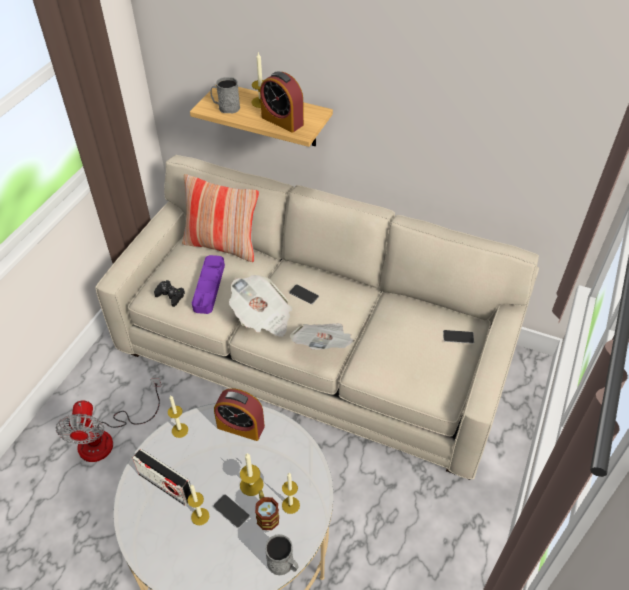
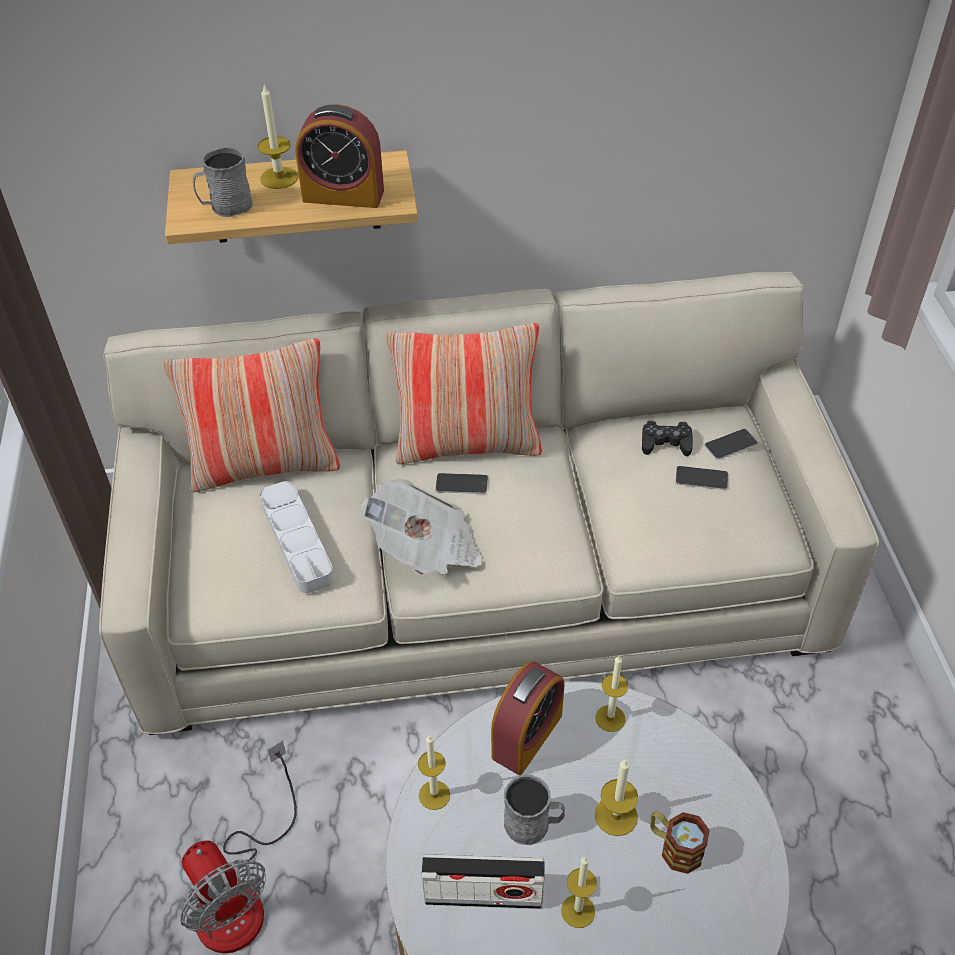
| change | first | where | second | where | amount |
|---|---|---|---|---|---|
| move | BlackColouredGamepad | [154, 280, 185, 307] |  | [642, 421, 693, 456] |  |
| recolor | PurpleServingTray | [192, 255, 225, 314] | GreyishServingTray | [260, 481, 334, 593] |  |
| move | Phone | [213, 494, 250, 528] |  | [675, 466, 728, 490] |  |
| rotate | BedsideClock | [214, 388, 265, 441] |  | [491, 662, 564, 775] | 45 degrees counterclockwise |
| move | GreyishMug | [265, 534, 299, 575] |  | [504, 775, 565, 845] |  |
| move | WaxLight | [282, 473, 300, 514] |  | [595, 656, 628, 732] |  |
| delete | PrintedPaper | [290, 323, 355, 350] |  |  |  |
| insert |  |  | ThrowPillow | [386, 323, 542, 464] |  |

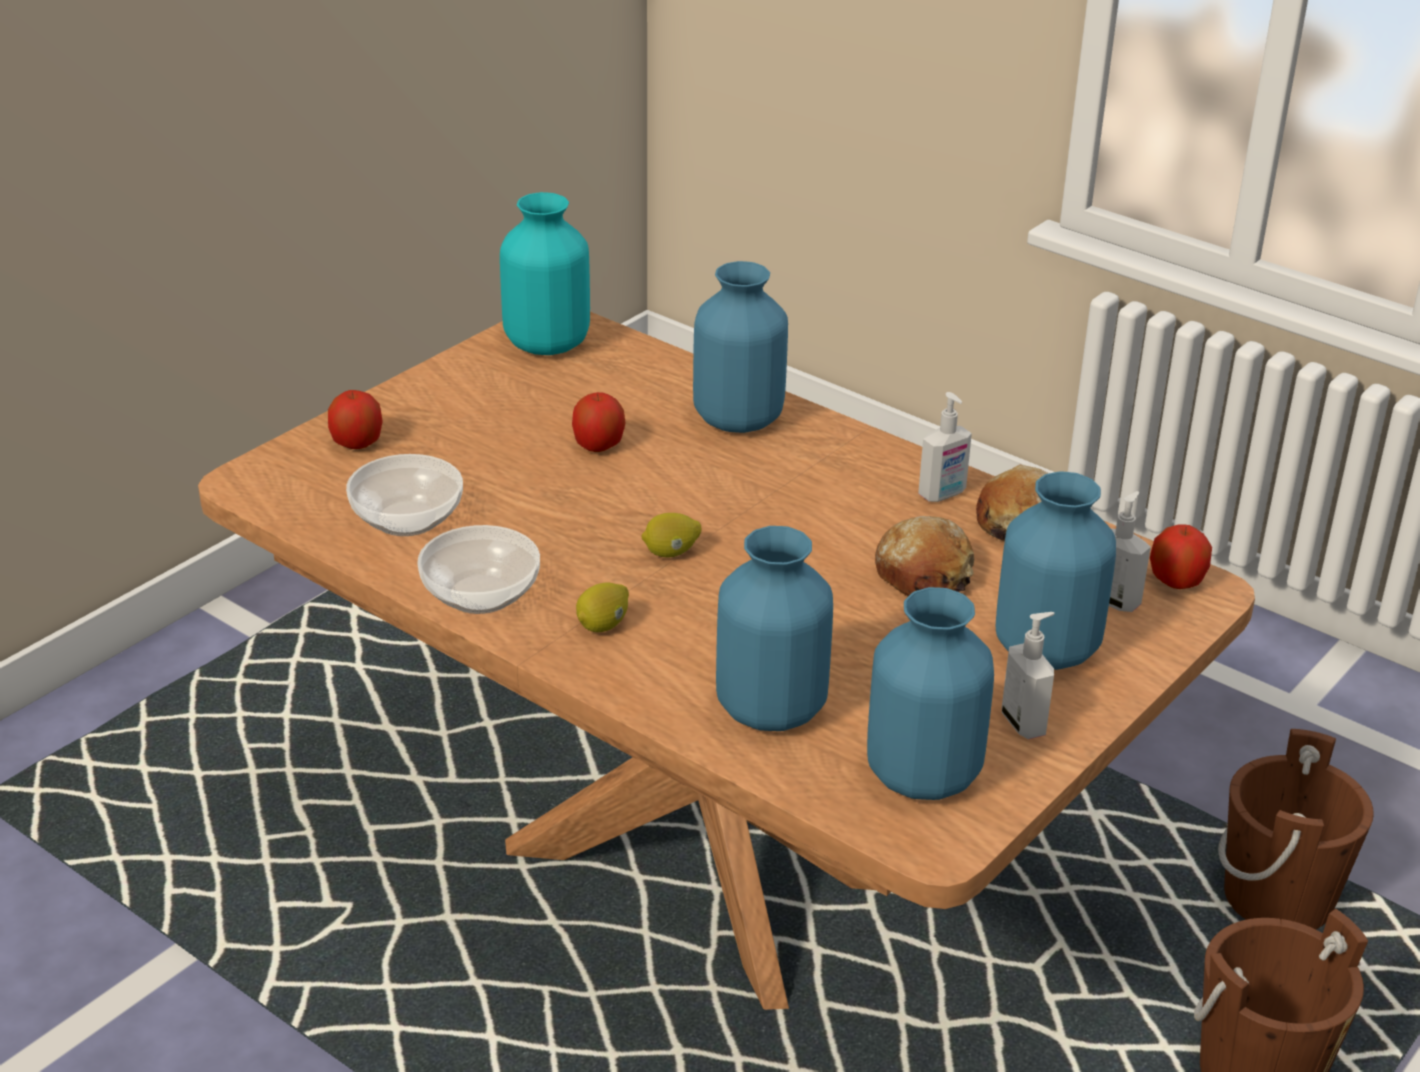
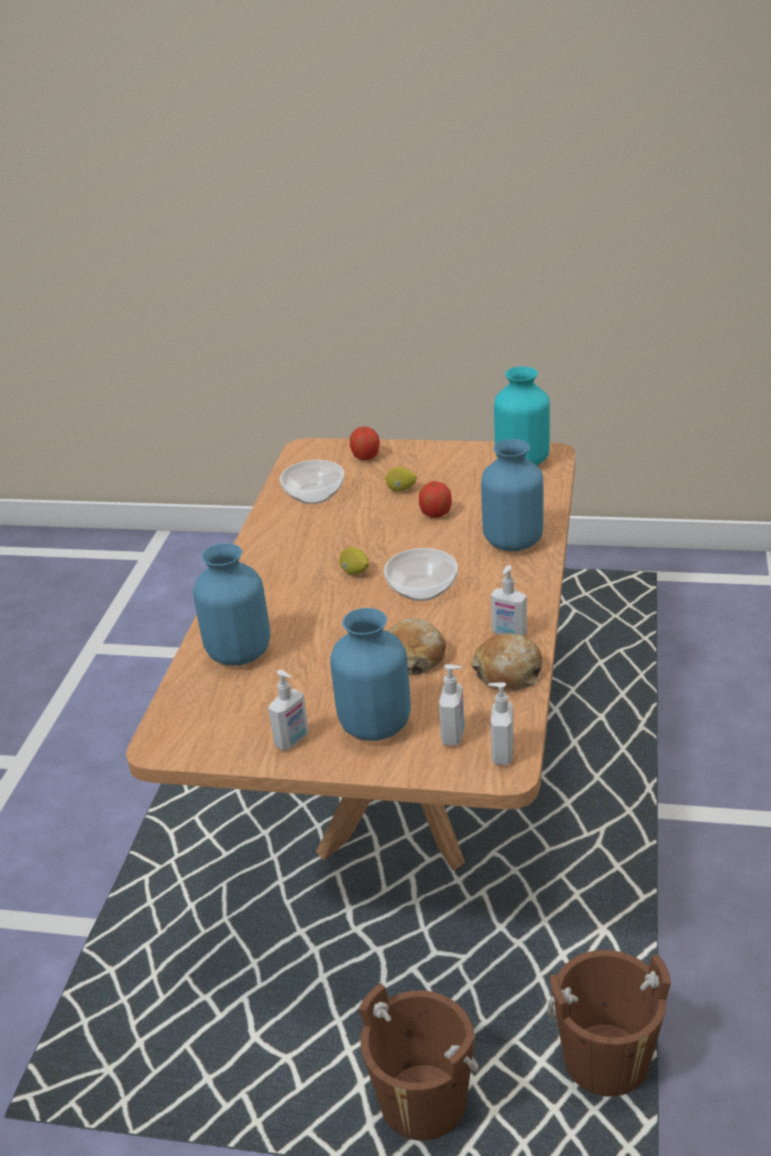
| change | first | where | second | where | amount |
|---|---|---|---|---|---|
| move | Bowl | [417, 525, 540, 614] |  | [384, 548, 458, 601] |  |
| move | WholeLemon | [576, 582, 629, 632] |  | [385, 467, 417, 492] |  |
| delete | BlueFlowerVase | [867, 587, 994, 800] |  |  |  |
| replace | Apple | [1150, 524, 1212, 589] | LiquidSoapBottle | [488, 682, 514, 765] |  |

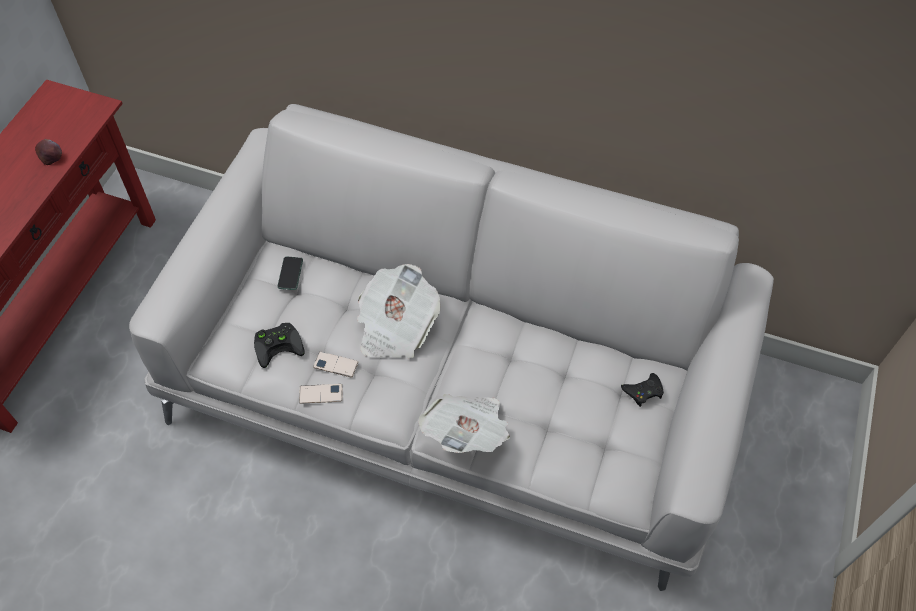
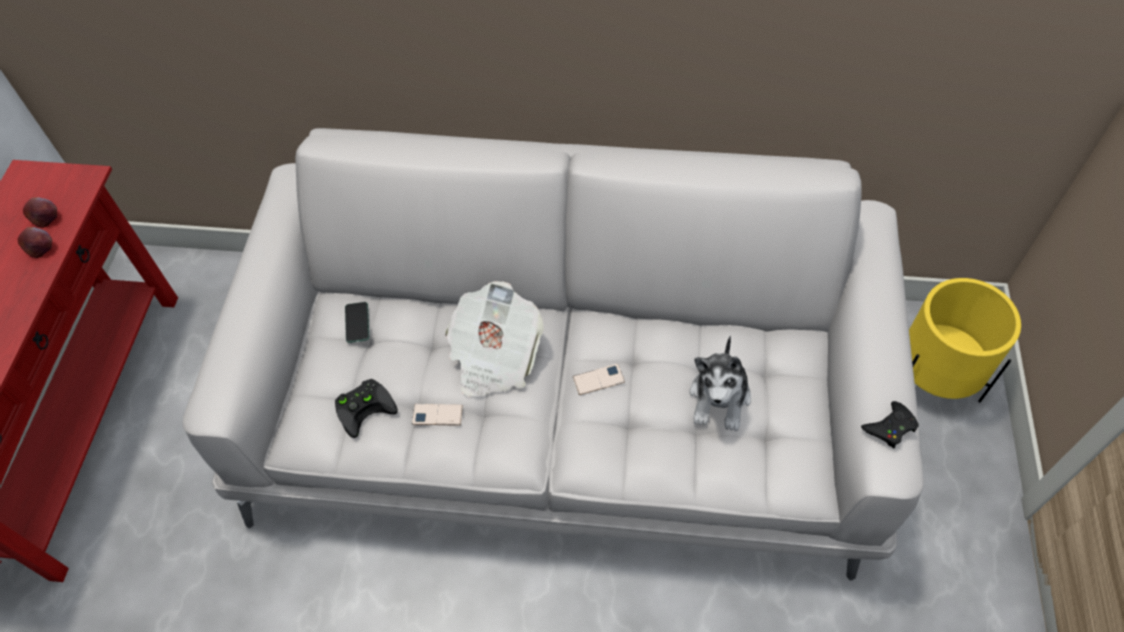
| change | first | where | second | where | amount |
|---|---|---|---|---|---|
| move | Phone | [299, 384, 342, 404] |  | [573, 364, 625, 395] |  |
| delete | PrintedPaper | [418, 394, 510, 453] |  |  |  |
| move | BlackColouredGamepad | [621, 373, 664, 407] |  | [861, 401, 919, 449] |  |
| insert |  |  | Apple | [23, 197, 57, 228] |  |
| insert |  |  | SoftToy | [689, 336, 751, 431] |  |
| insert |  |  | YellowColouredPlanter | [909, 278, 1021, 402] |  |

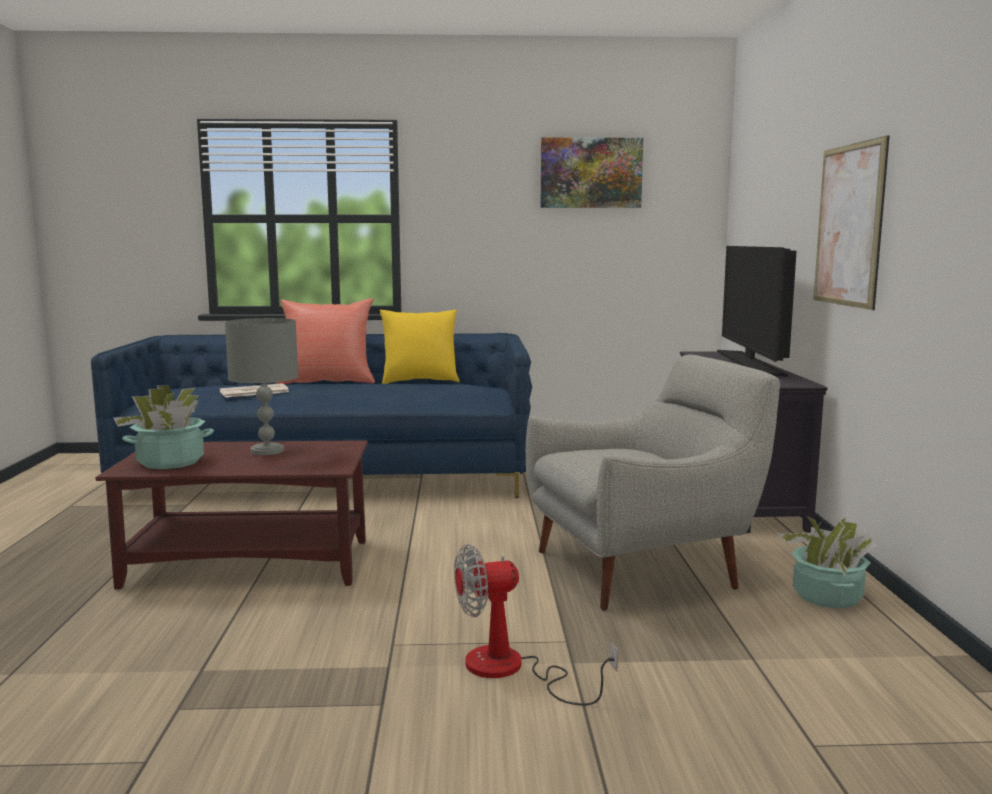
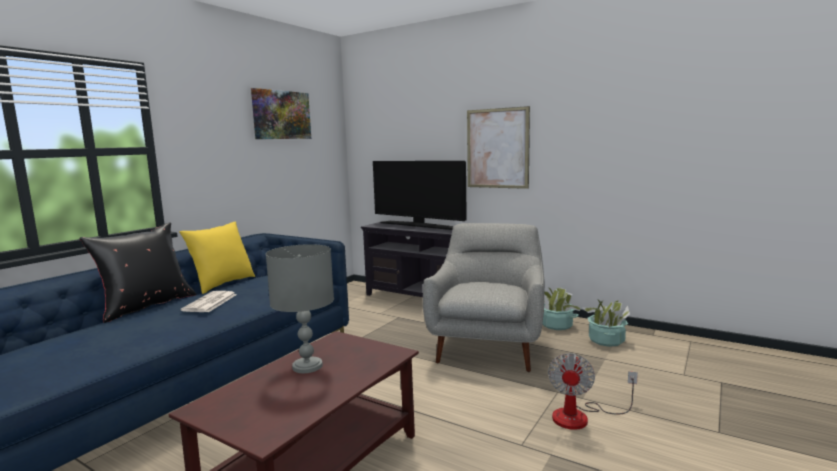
| change | first | where | second | where | amount |
|---|---|---|---|---|---|
| move | PlantInAPot | [113, 385, 214, 469] |  | [582, 299, 630, 347] |  |
| move | PrintedPaper | [220, 383, 289, 397] |  | [181, 291, 237, 312] |  |
| recolor | RedColouredThrowPillow | [275, 298, 375, 384] | BlackColouredThrowPillow | [79, 222, 196, 323] |  |

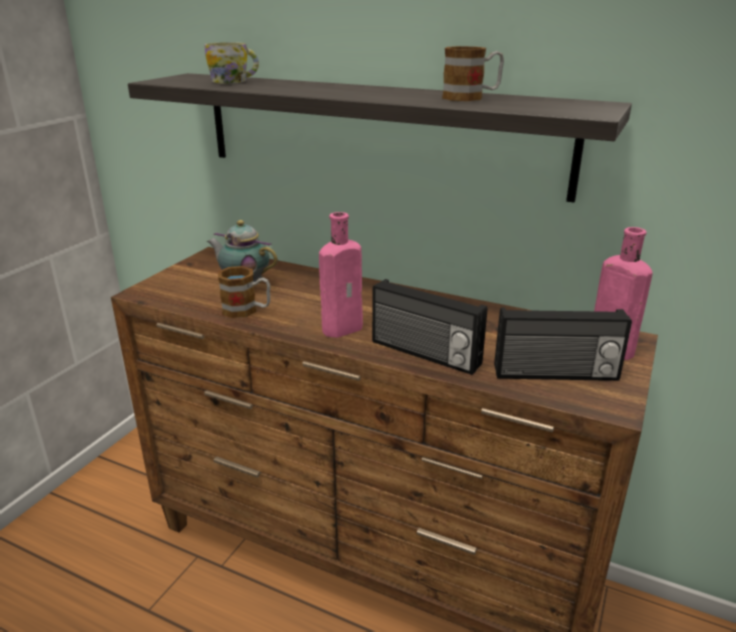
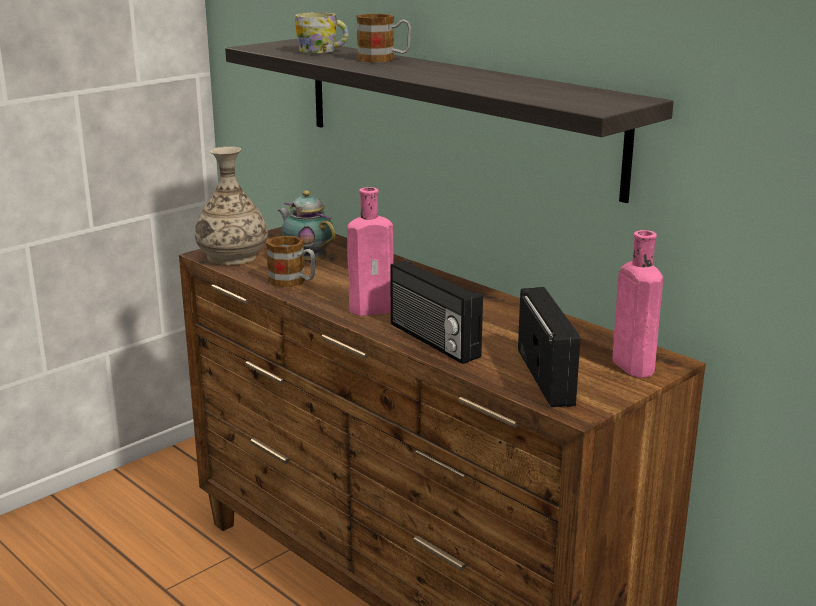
| change | first | where | second | where | amount |
|---|---|---|---|---|---|
| move | Mug | [442, 46, 504, 101] |  | [356, 14, 411, 62] |  |
| rotate | Radio | [494, 307, 632, 381] |  | [518, 287, 580, 407] | 120 degrees counterclockwise |
| insert |  |  | FlowerVase | [195, 147, 268, 265] |  |

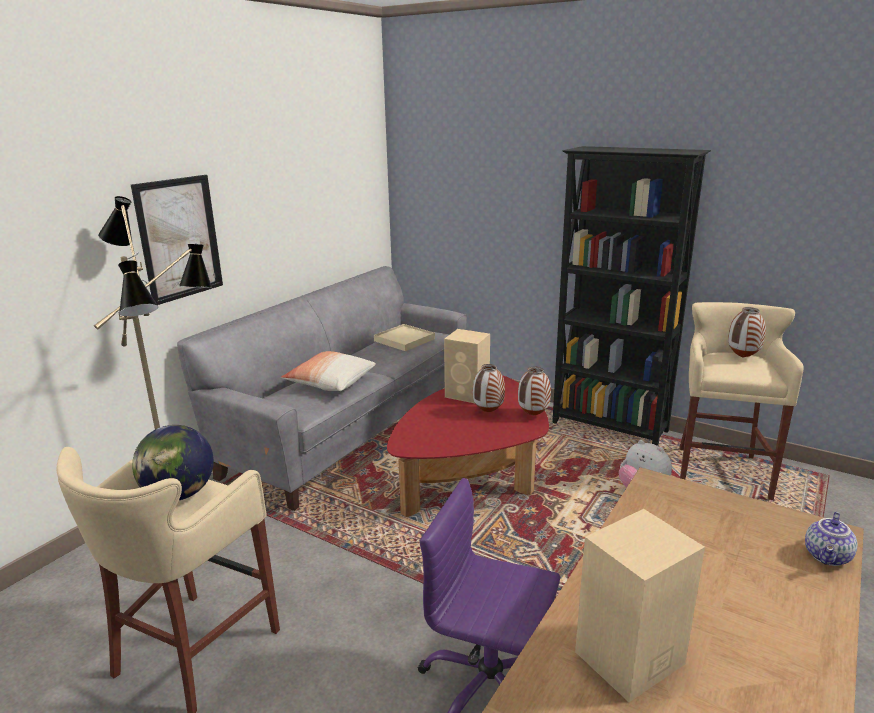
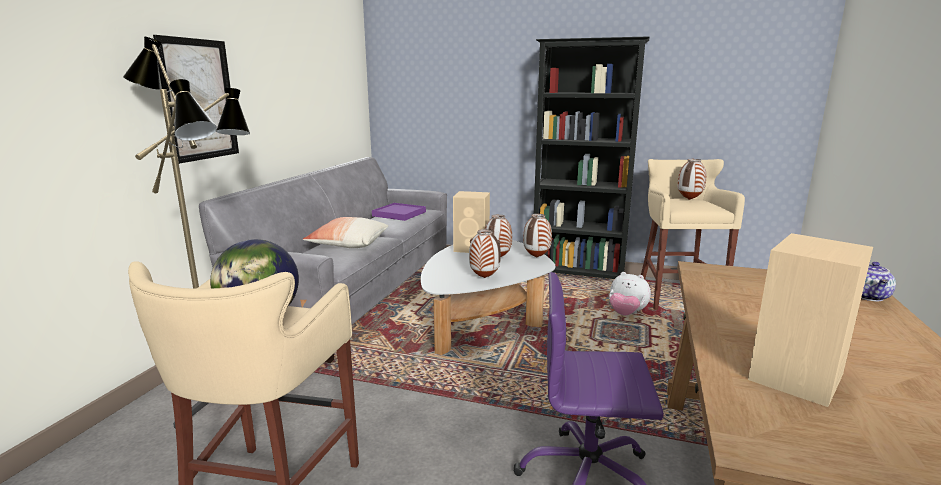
| change | first | where | second | where | amount |
|---|---|---|---|---|---|
| recolor | BeigeColouredServingTray | [374, 324, 435, 351] | PurpleServingTray | [372, 203, 426, 221] |  |
| recolor | RedColouredCoffeeTable | [387, 375, 549, 517] | WhiteColouredCoffeeTable | [421, 240, 555, 355] |  |
| insert |  |  | FlowerVase | [469, 229, 501, 278] |  |

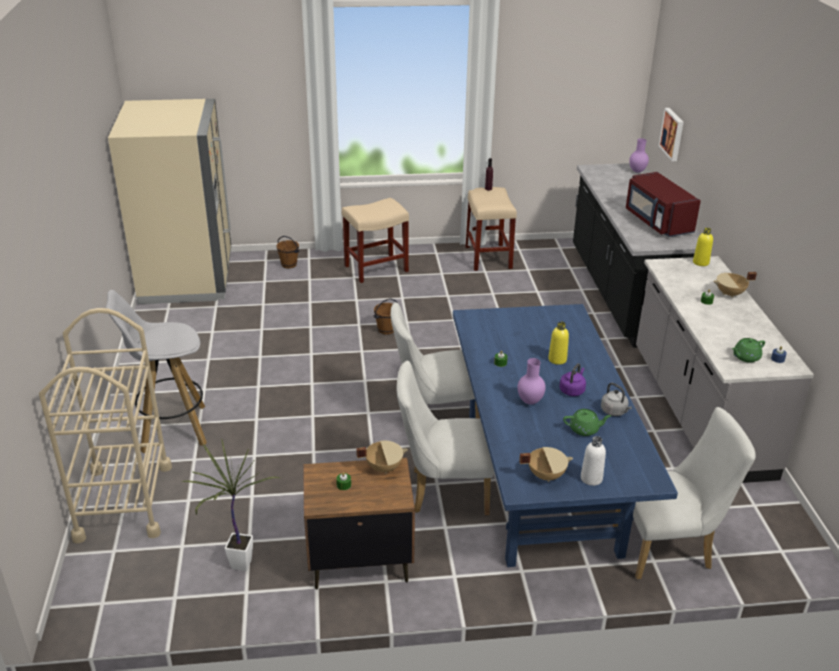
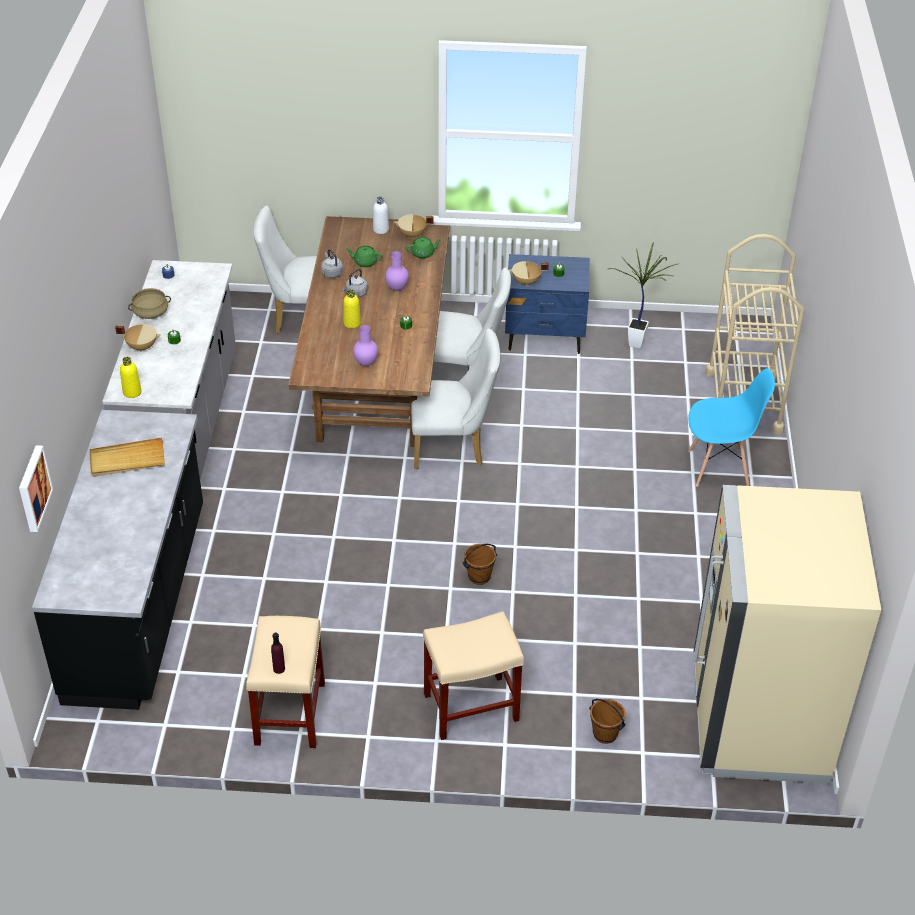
| change | first | where | second | where | amount |
|---|---|---|---|---|---|
| replace | WhiteColouredStoolSeat | [106, 290, 207, 453] | BlueChair | [688, 368, 775, 486] |  |
| recolor | BrownColouredBedsideTable | [303, 458, 415, 589] | BlueBedsideTable | [505, 254, 589, 354] |  |
| recolor | BlueDinnerTable | [453, 304, 678, 567] | BrownColouredDinnerTable | [288, 216, 450, 447] |  |
| recolor | PurpleWaterKettle | [560, 363, 586, 396] | GreyishWaterKettle | [342, 269, 368, 298] |  |
| replace | RedColouredMicrowaveOven | [626, 172, 701, 237] | BeigeColouredServingTray | [90, 437, 165, 477] |  |
| move | PurpleFlowerVase | [629, 138, 649, 173] |  | [353, 325, 378, 366] |  |
| move | GreenColouredTeapot | [732, 338, 765, 363] |  | [405, 237, 442, 259] |  |
| insert |  |  | BeigeColouredStockpot | [128, 288, 171, 319] |  |

